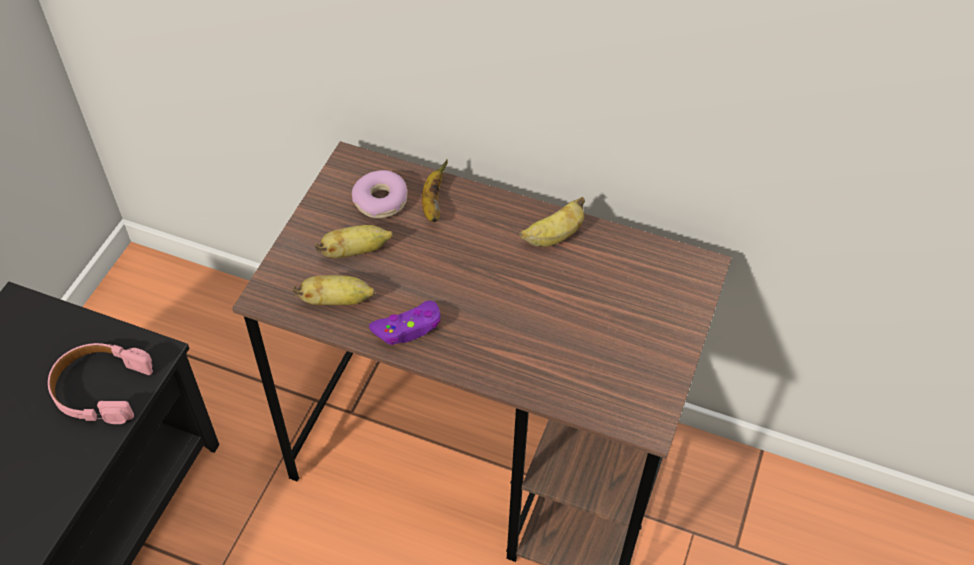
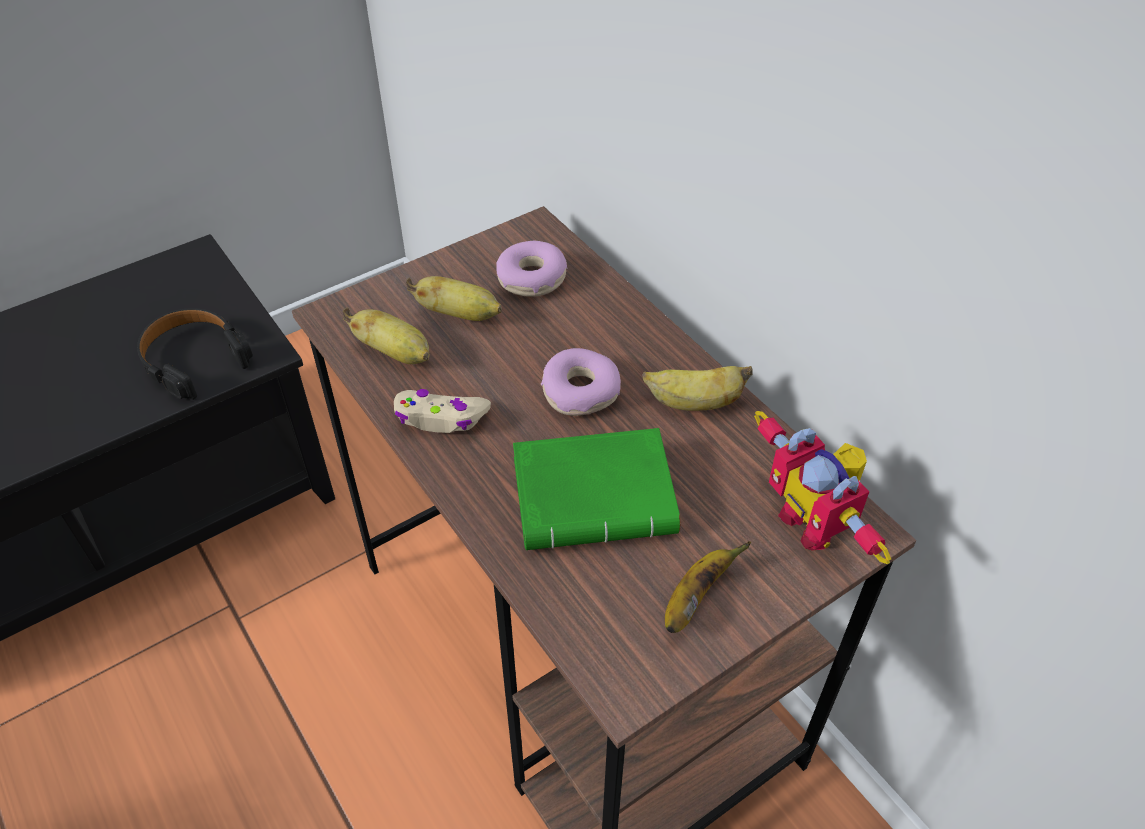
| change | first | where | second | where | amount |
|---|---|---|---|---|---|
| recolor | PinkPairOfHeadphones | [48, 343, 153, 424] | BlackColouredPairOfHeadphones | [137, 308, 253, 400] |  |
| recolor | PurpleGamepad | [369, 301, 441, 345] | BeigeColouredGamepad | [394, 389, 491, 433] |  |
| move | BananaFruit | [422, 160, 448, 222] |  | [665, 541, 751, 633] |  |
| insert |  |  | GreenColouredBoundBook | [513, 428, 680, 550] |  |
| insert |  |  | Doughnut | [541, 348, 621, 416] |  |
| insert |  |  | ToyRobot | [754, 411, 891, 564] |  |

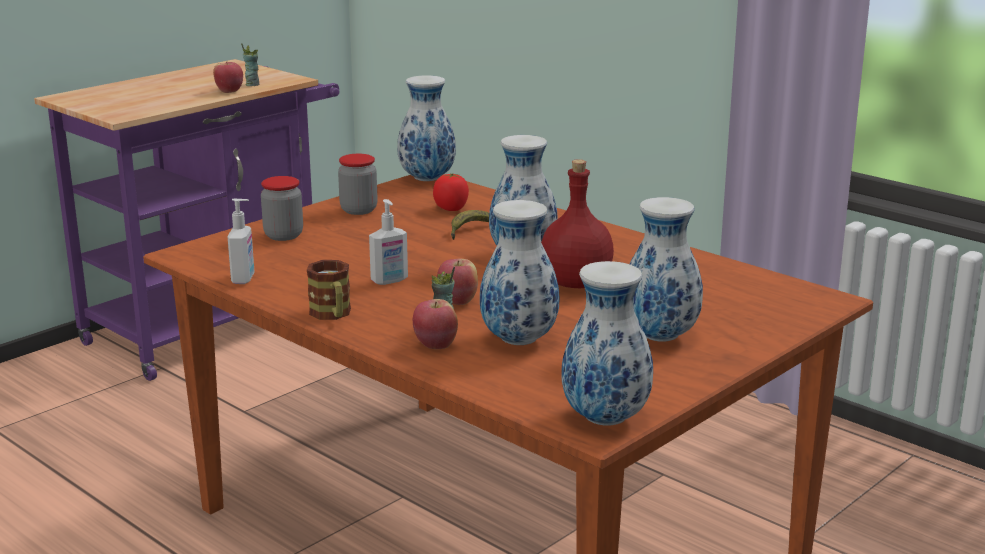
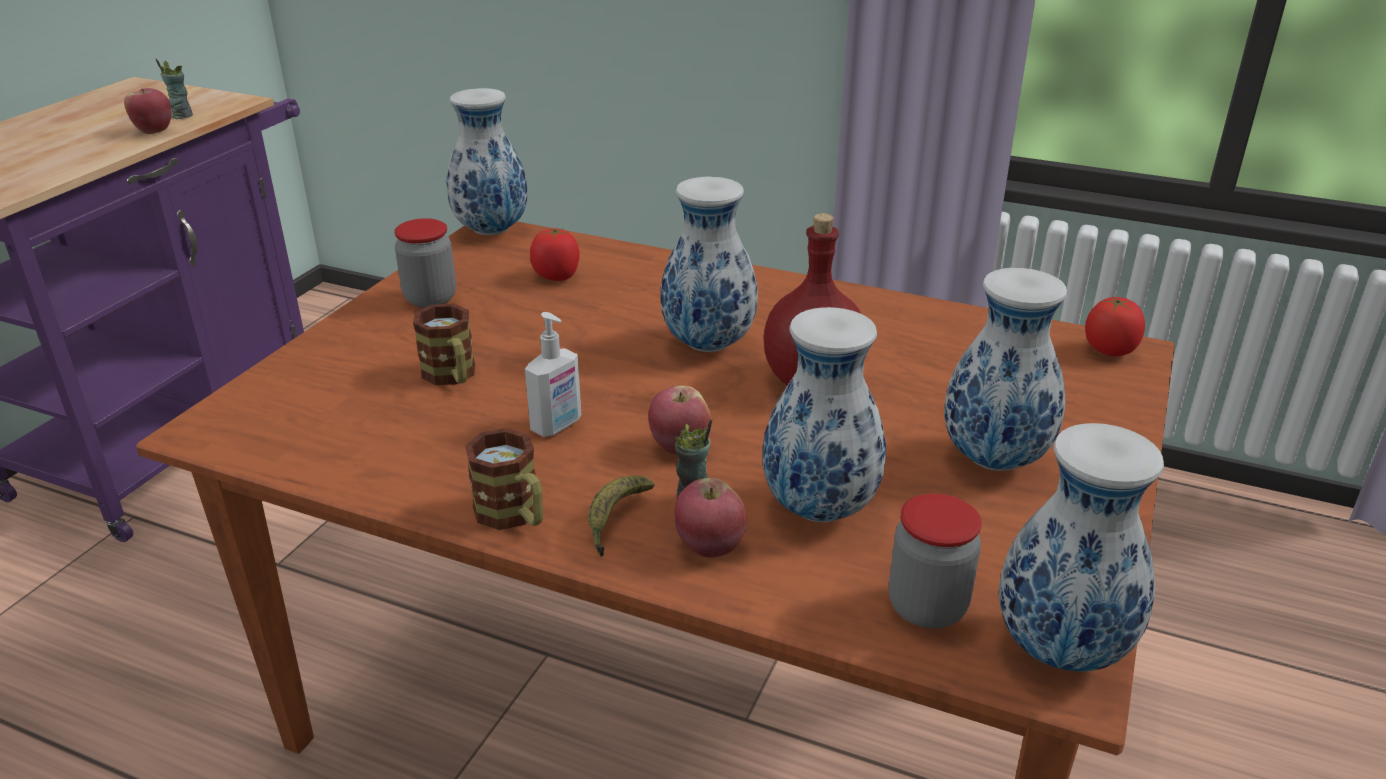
| change | first | where | second | where | amount |
|---|---|---|---|---|---|
| delete | LiquidSoapBottle | [227, 199, 254, 284] |  |  |  |
| move | PreserveJar | [261, 176, 303, 241] |  | [889, 493, 982, 628] |  |
| move | BananaFruit | [451, 210, 489, 240] |  | [588, 475, 655, 557] |  |
| insert |  |  | Mug | [413, 304, 475, 385] |  |
| insert |  |  | WholeTomato | [1085, 295, 1145, 356] |  |

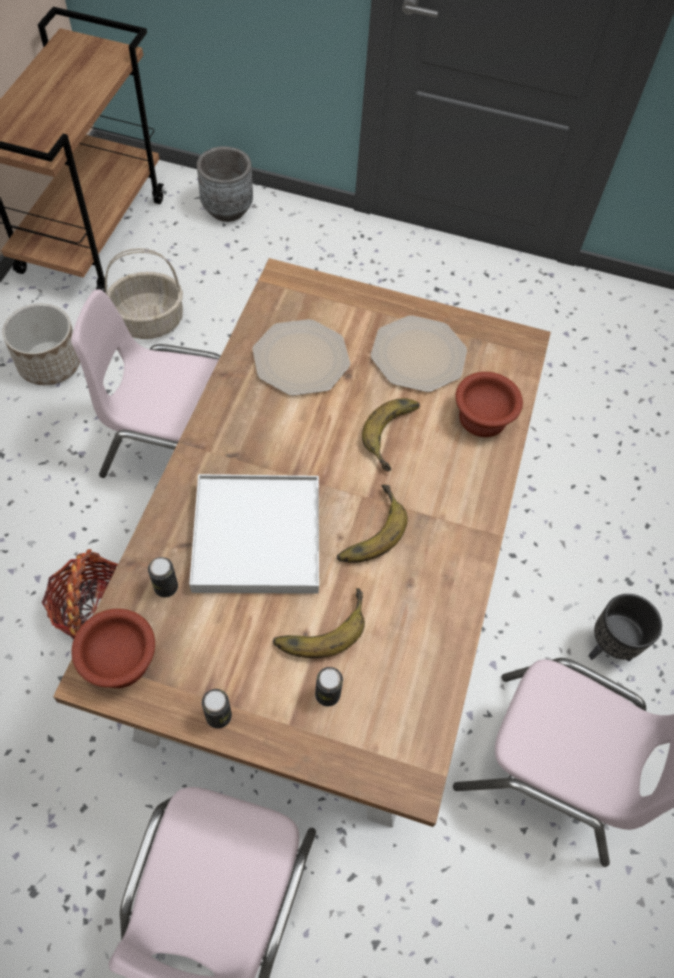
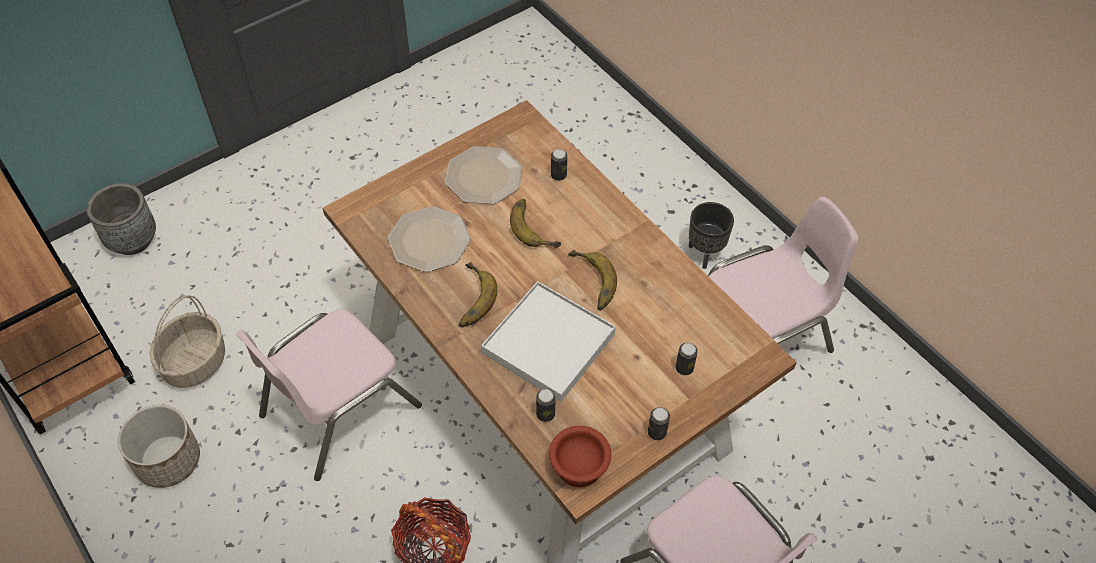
| change | first | where | second | where | amount |
|---|---|---|---|---|---|
| move | BananaFruit | [273, 588, 365, 658] |  | [459, 262, 497, 327] |  |
| replace | BrownColouredBowl | [455, 372, 523, 437] | Can | [551, 149, 567, 181] |  |

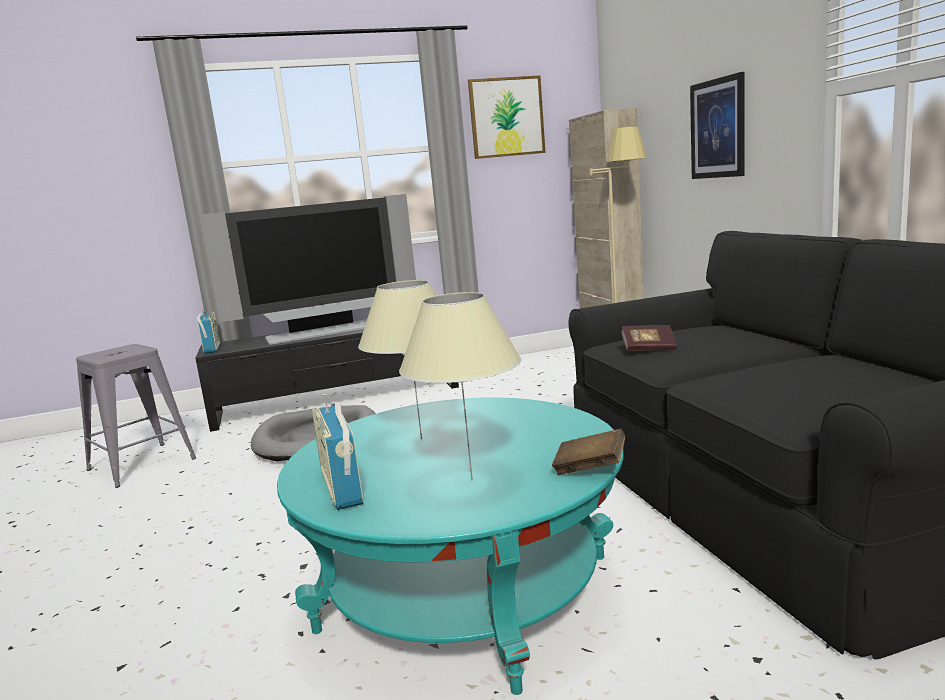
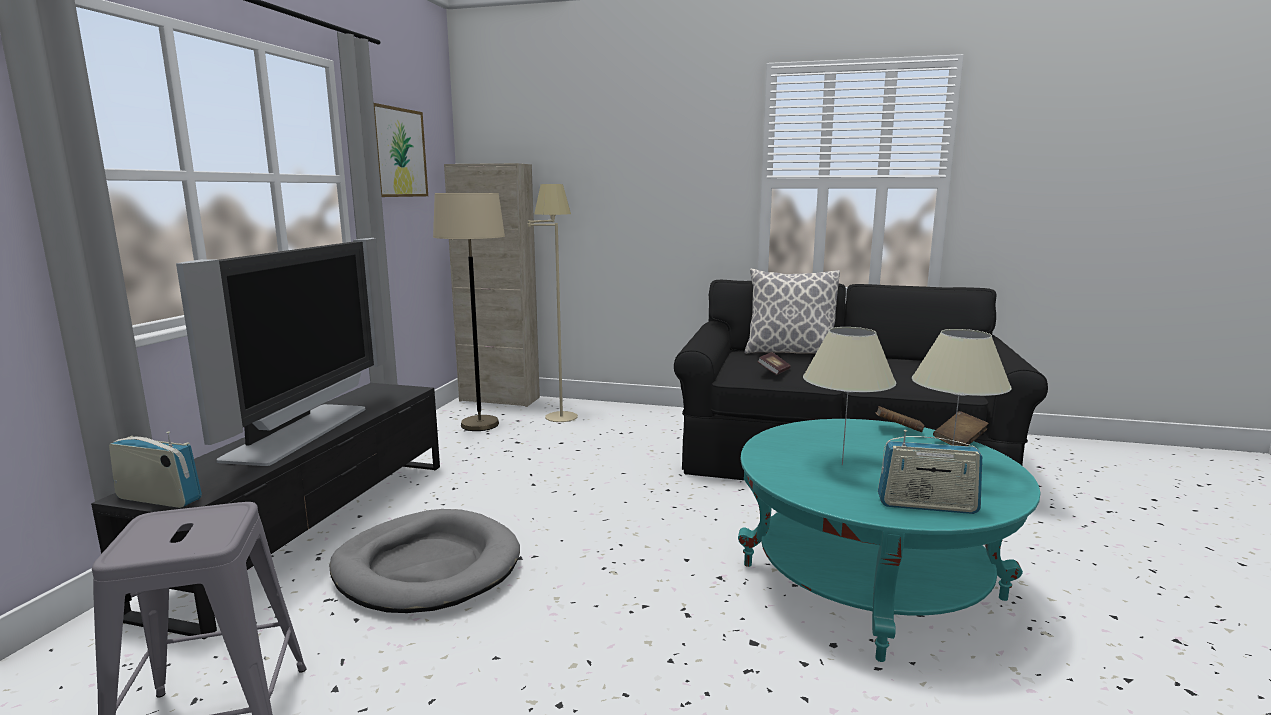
| change | first | where | second | where | amount |
|---|---|---|---|---|---|
| delete | Picture | [690, 72, 745, 179] |  |  |  |
| insert |  |  | BeigeColouredStandardLamp | [433, 193, 505, 431] |  |
| insert |  |  | ThrowPillow | [745, 269, 840, 354] |  |
| insert |  |  | BrownColouredBoundBook | [876, 406, 924, 432] |  |

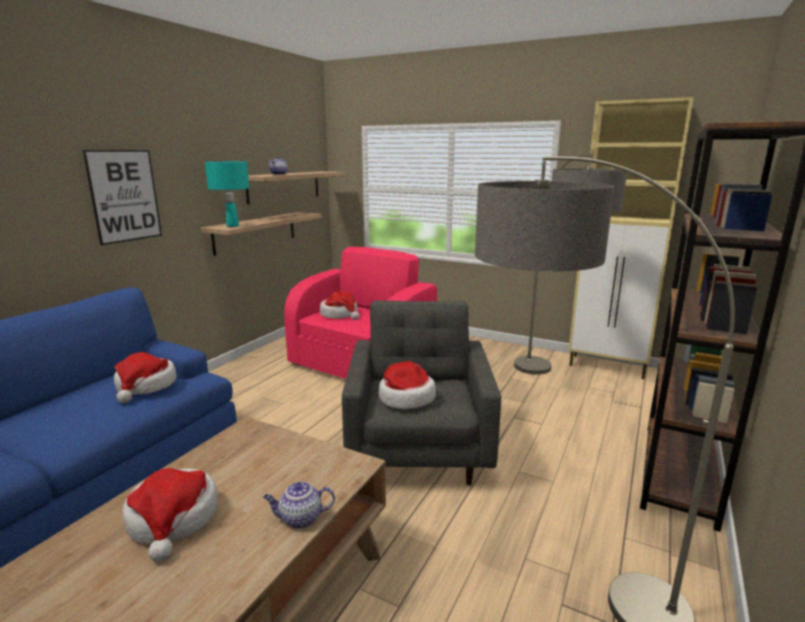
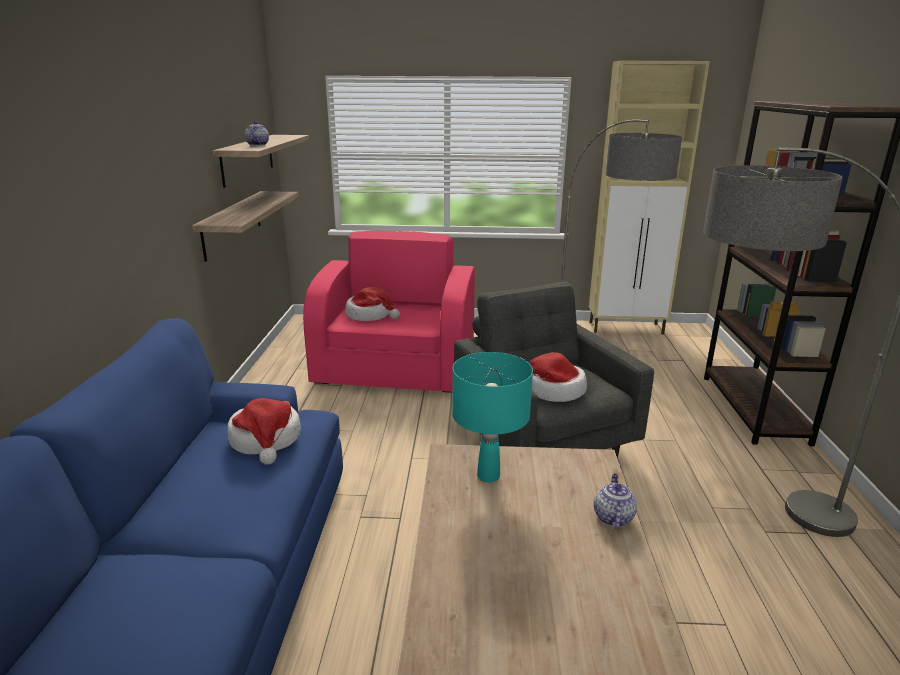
| change | first | where | second | where | amount |
|---|---|---|---|---|---|
| delete | Picture | [83, 150, 162, 245] |  |  |  |
| delete | Hat | [122, 468, 218, 562] |  |  |  |
| move | BlueGreenLampForATable | [205, 161, 249, 227] |  | [452, 352, 533, 482] |  |
| rotate | Teapot | [263, 481, 335, 529] |  | [594, 474, 637, 529] | 135 degrees clockwise |

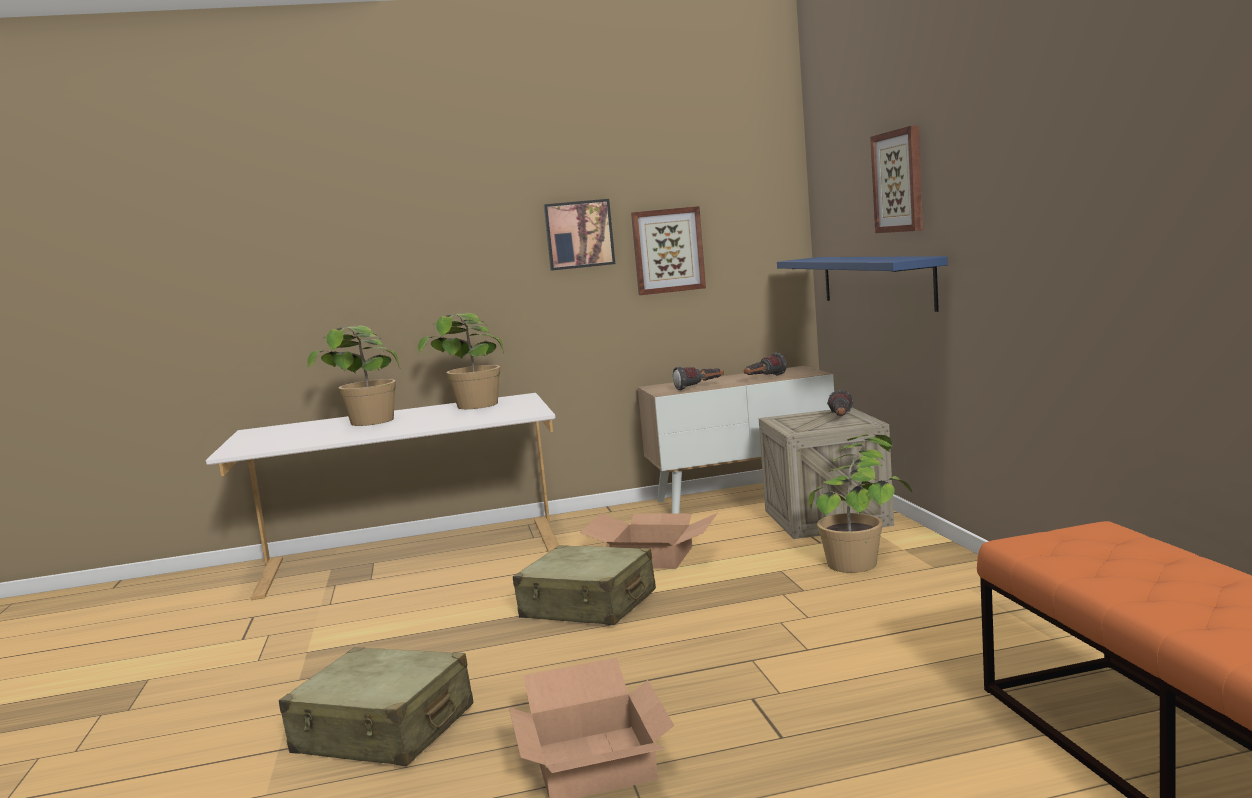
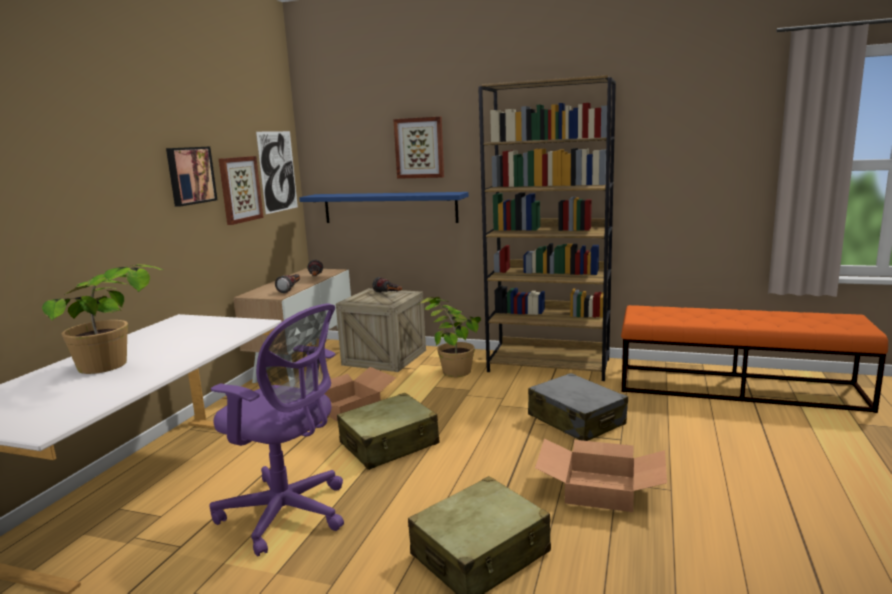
| change | first | where | second | where | amount |
|---|---|---|---|---|---|
| delete | PlantInAPot | [418, 313, 505, 409] |  |  |  |
| insert |  |  | PurpleOfficeChair | [209, 304, 344, 557] |  |
| insert |  |  | Picture | [256, 131, 298, 214] |  |
| insert |  |  | BrownColouredBookshelf | [478, 75, 616, 381] |  |
| insert |  |  | GreyishPieceOfLuggage | [528, 373, 628, 441] |  |

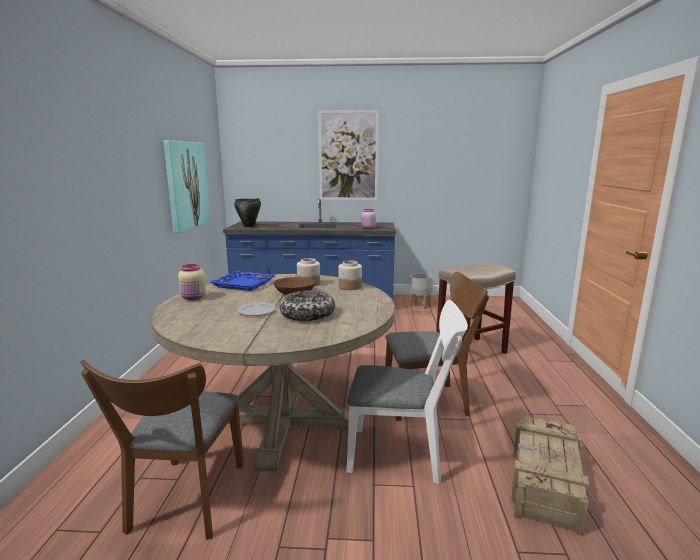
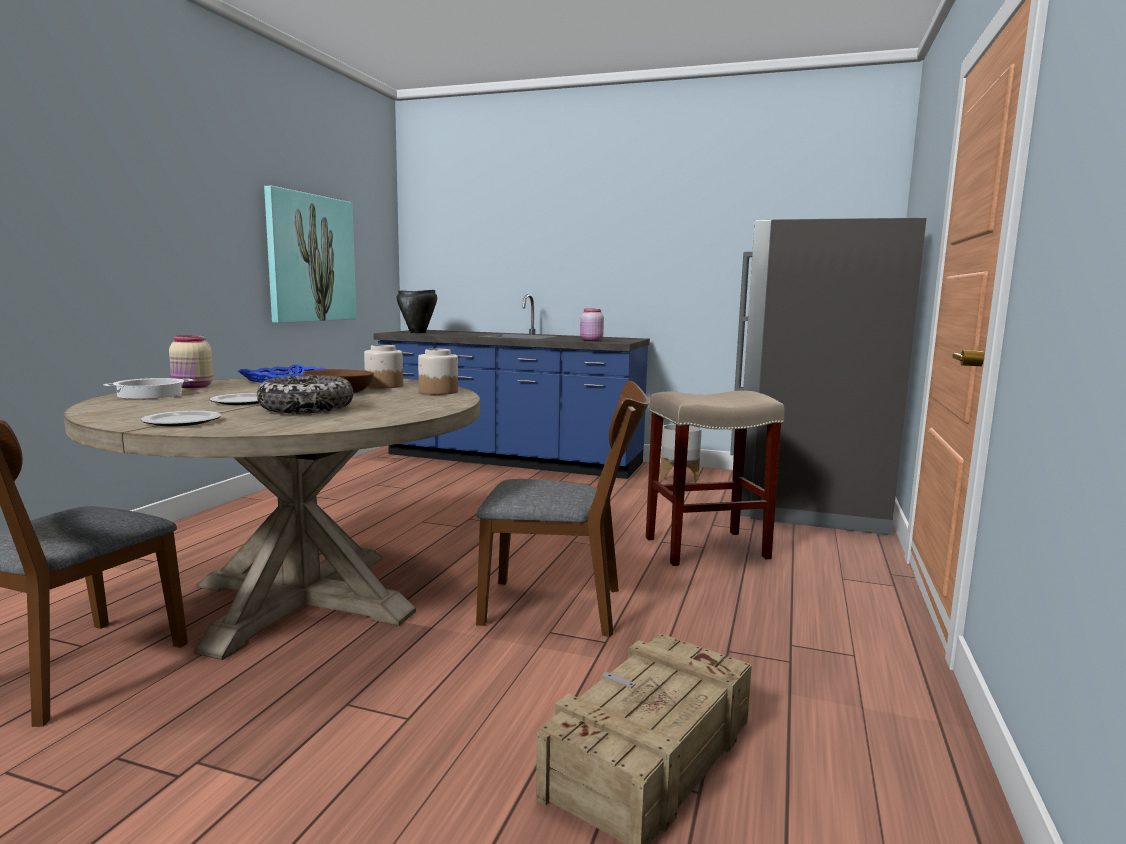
| change | first | where | second | where | amount |
|---|---|---|---|---|---|
| delete | Picture | [318, 110, 379, 200] |  |  |  |
| delete | WhiteColouredChair | [347, 300, 468, 484] |  |  |  |
| insert |  |  | Stockpot | [103, 378, 193, 399] |  |
| insert |  |  | Plate | [141, 411, 221, 427] |  |
| insert |  |  | GreyishKitchenFridge | [730, 218, 926, 535] |  |

